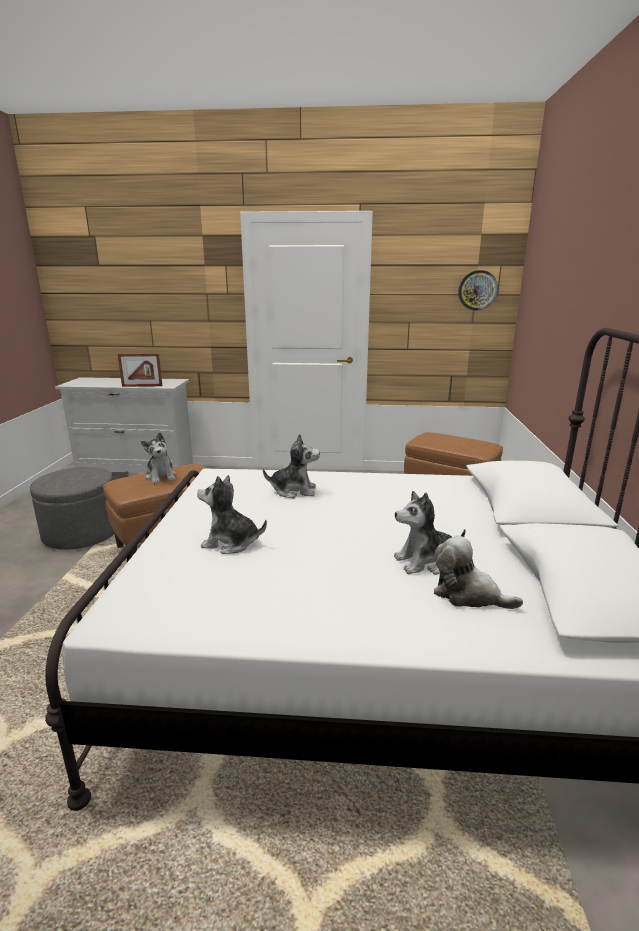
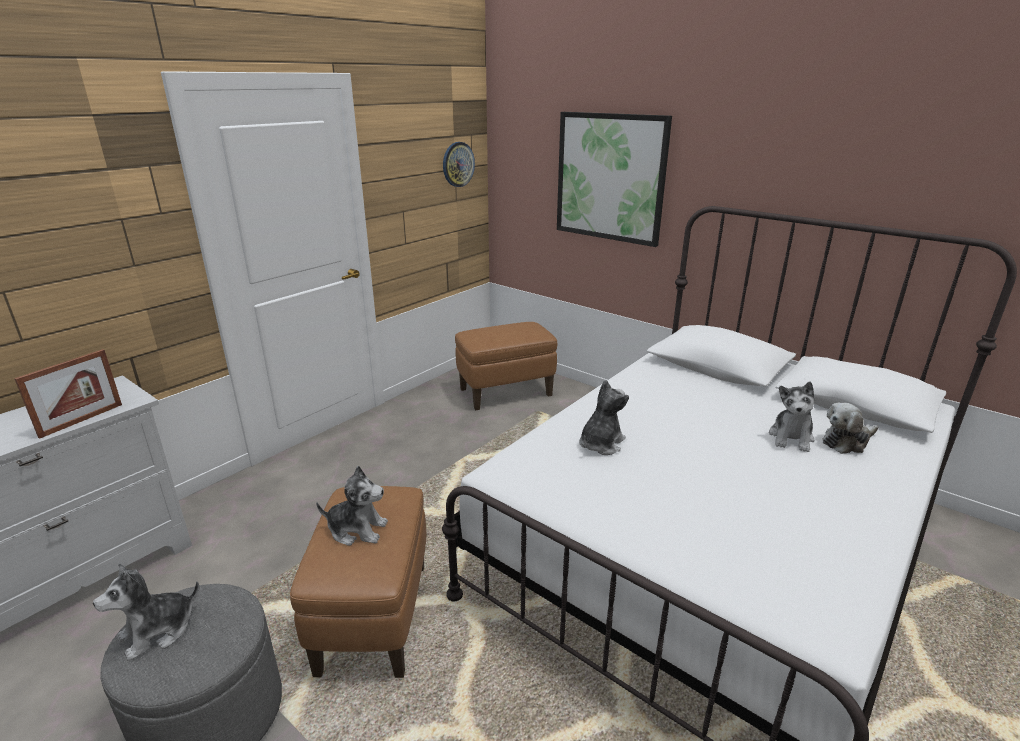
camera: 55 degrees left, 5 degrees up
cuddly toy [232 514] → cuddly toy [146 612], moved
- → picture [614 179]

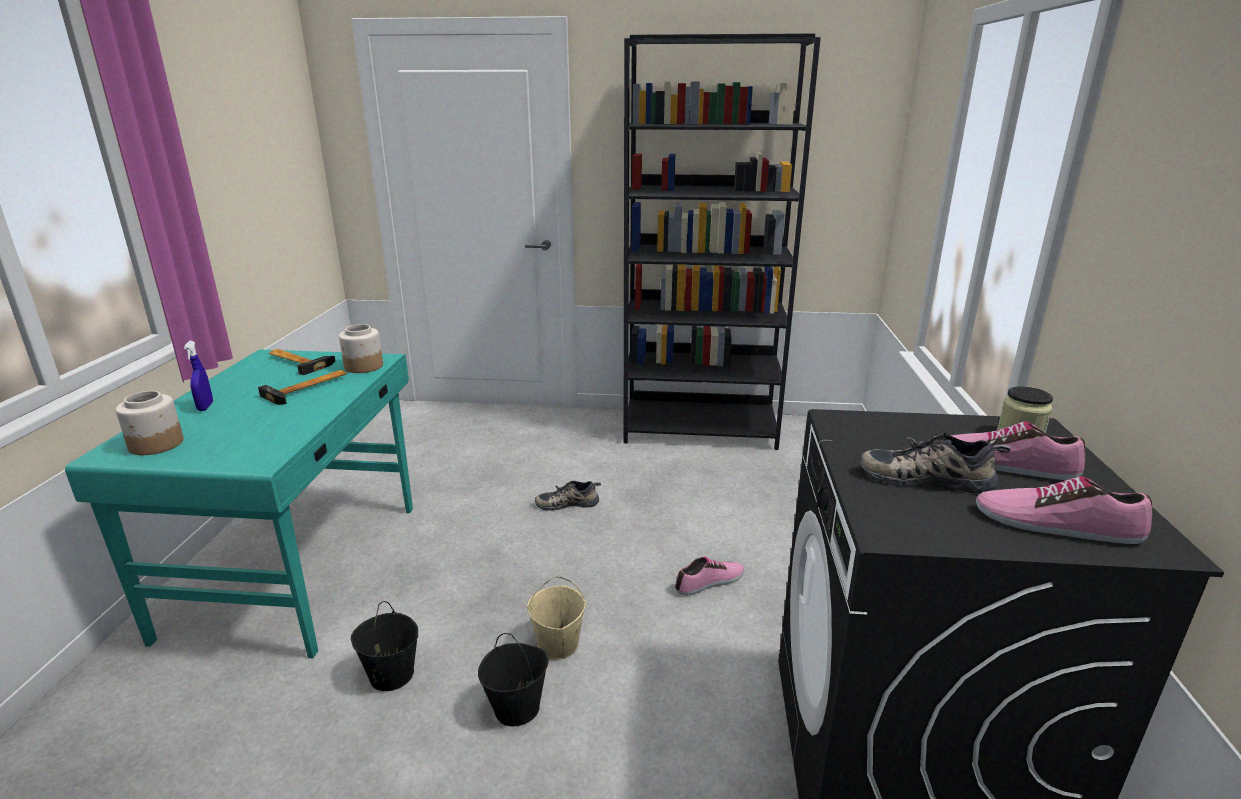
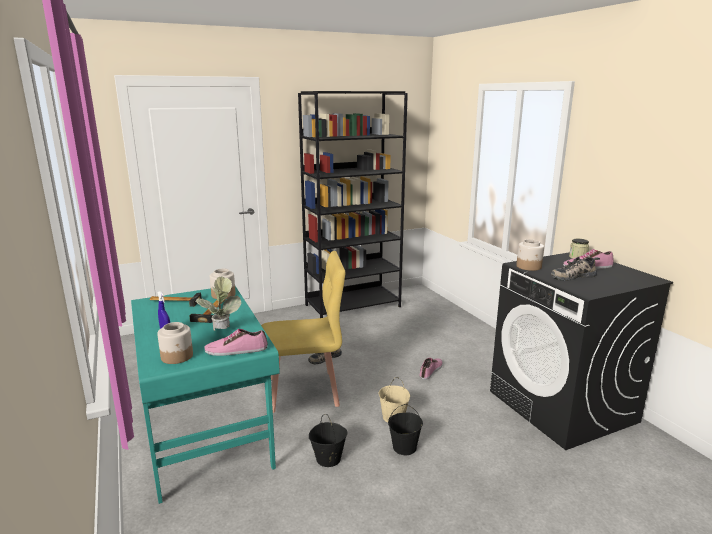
camera: 30 degrees left, 5 degrees down
- → houseplant [218 303]
low shoe [1064 510] → low shoe [236 342], moved
- → yellow-coloured upright chair [303 332]
- → preserve jar [530 255]

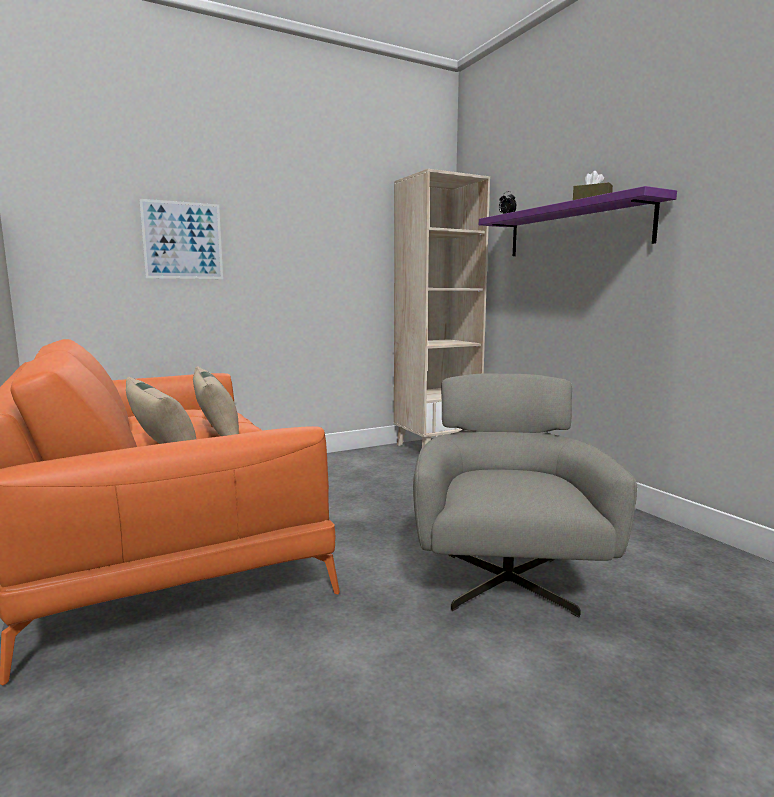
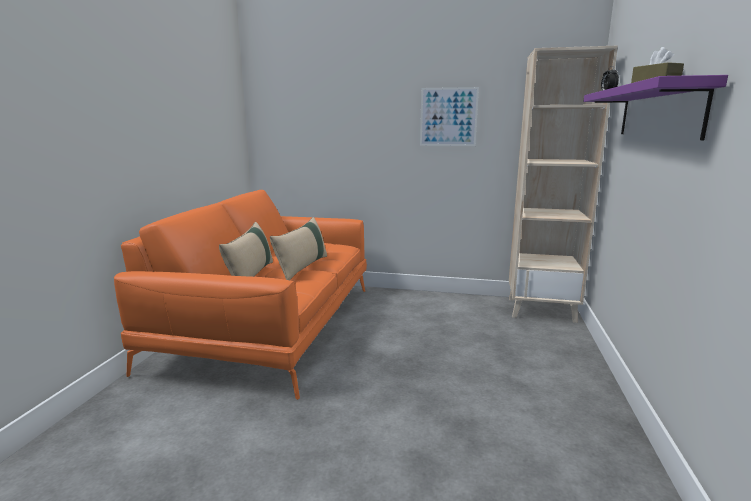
camera: 40 degrees right, 5 degrees up
picture [181 239] → picture [449 116], moved
gray lounge chair [525 495] → -

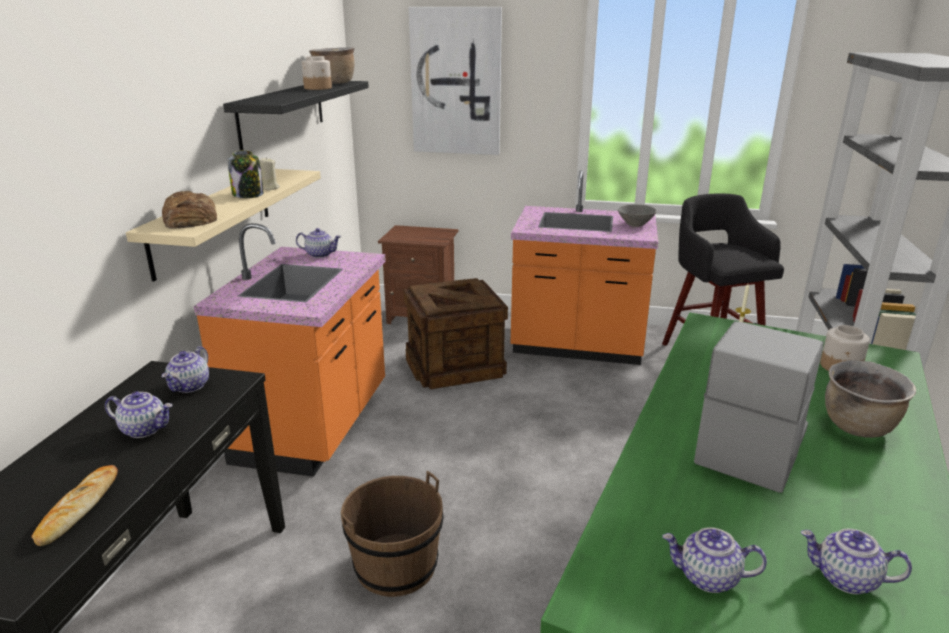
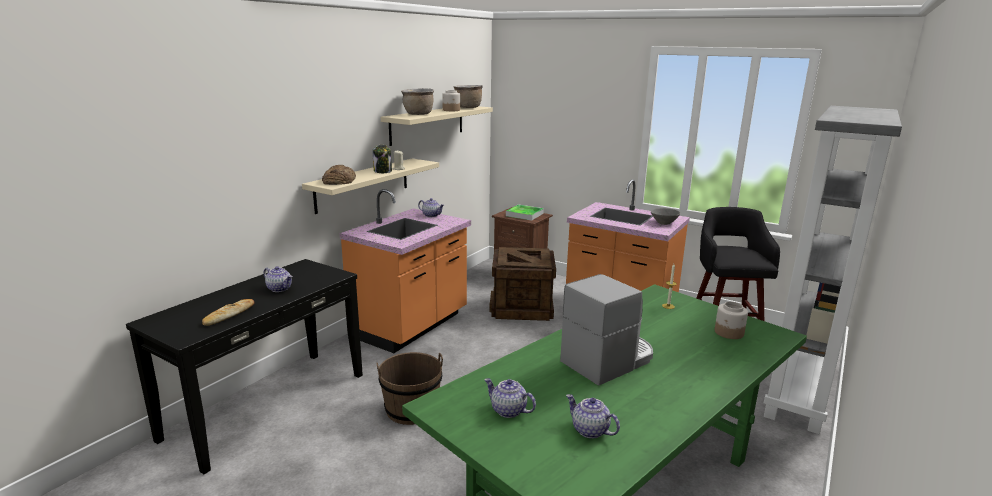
camera: 20 degrees right, 5 degrees down
black shelf [296 115] → sand-coloured shelf [437 126]
brownish saucepot [870 399] → brownish saucepot [417 101], moved
- → serving tray [525 212]
tea pot [185 369] → -
picture [455 81] → -

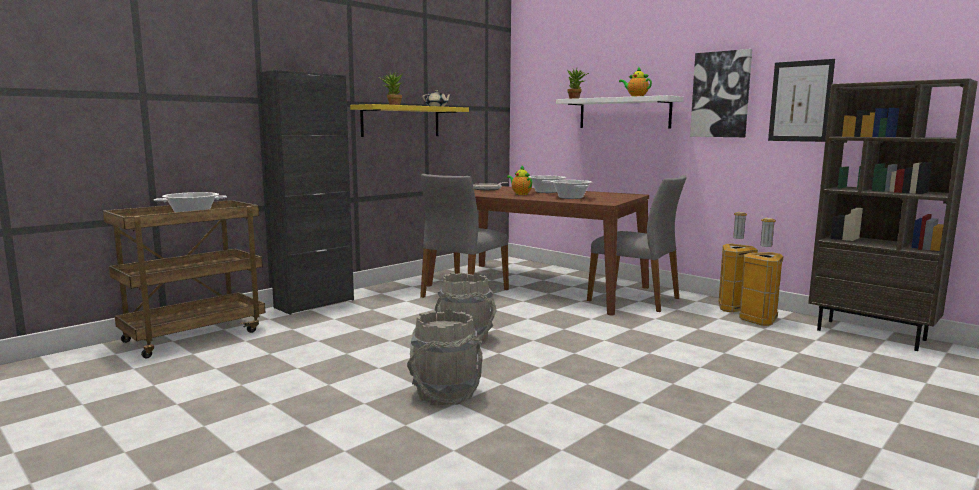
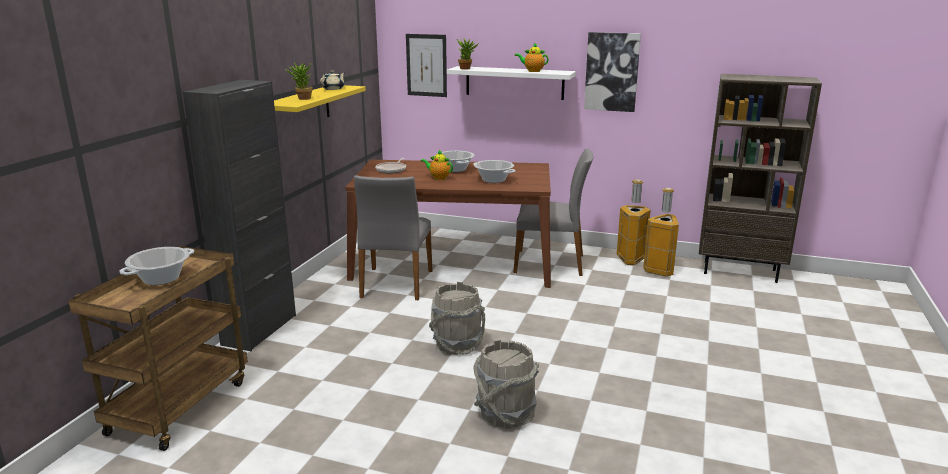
camera: 25 degrees left, 10 degrees up
picture [801 100] → picture [426 65], moved

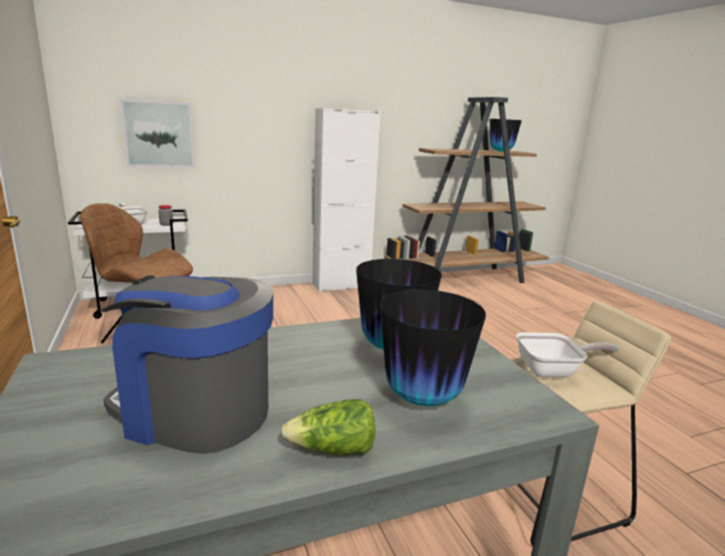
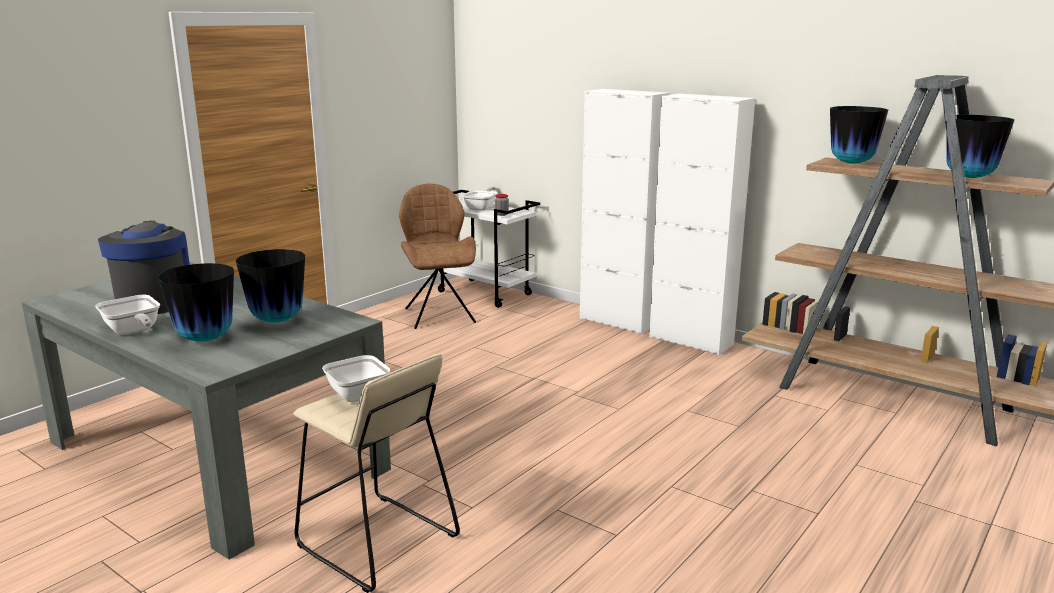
camera: 60 degrees right, 0 degrees up
lettuce head [328 427] → skillet [127 315]
- → whitish cupboard [625 211]
- → decorative vase [859 135]
picture [157 133] → -

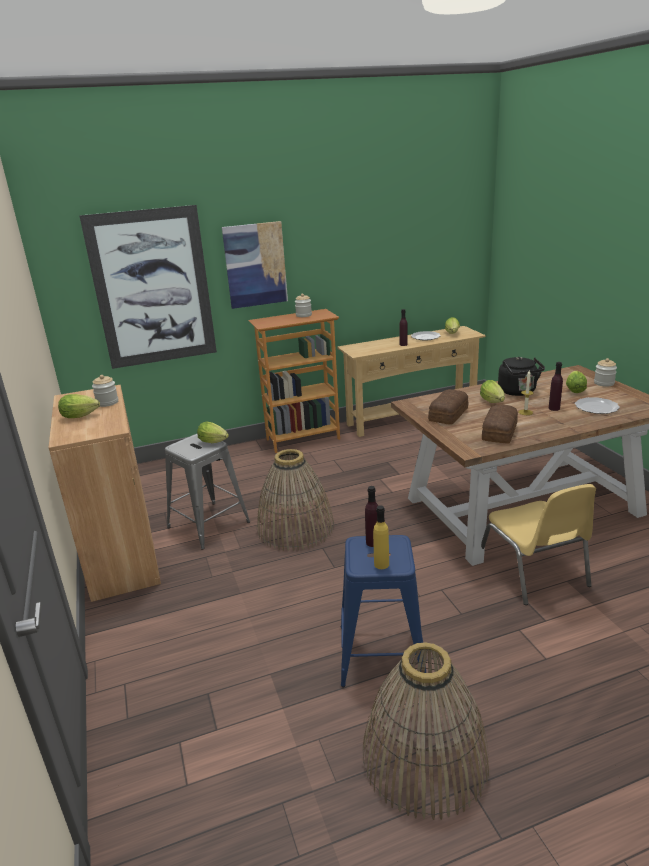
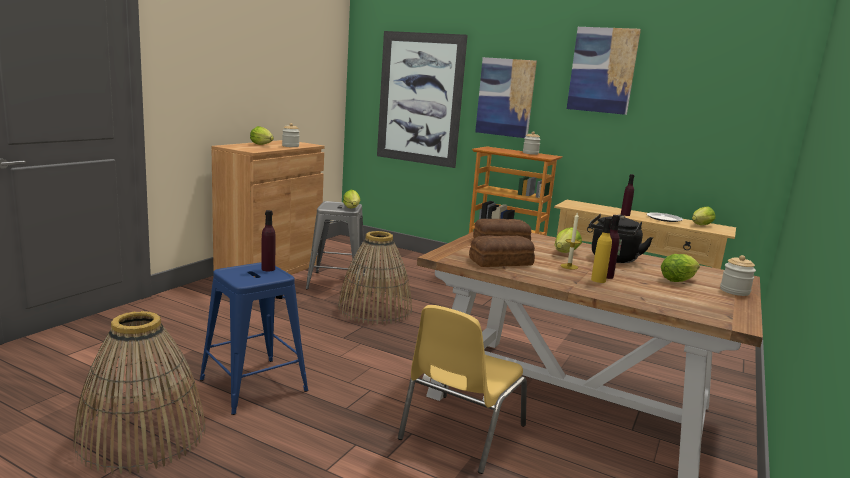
camera: 45 degrees right, 10 degrees down
- → picture [604 71]
yellow-coloured drink bottle [381 537] → yellow-coloured drink bottle [601 250], moved
flat dish [597 405] → -

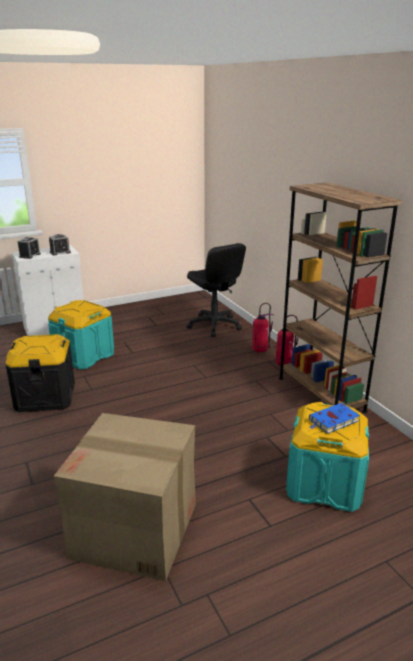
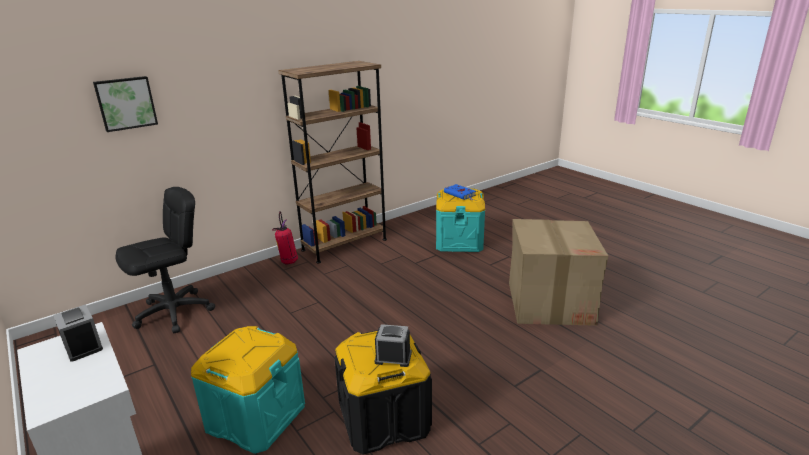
camera: 100 degrees left, 0 degrees up
- → picture [125 104]
alarm clock [29 248] → alarm clock [393 345], moved
extinguisher [263 328] → -

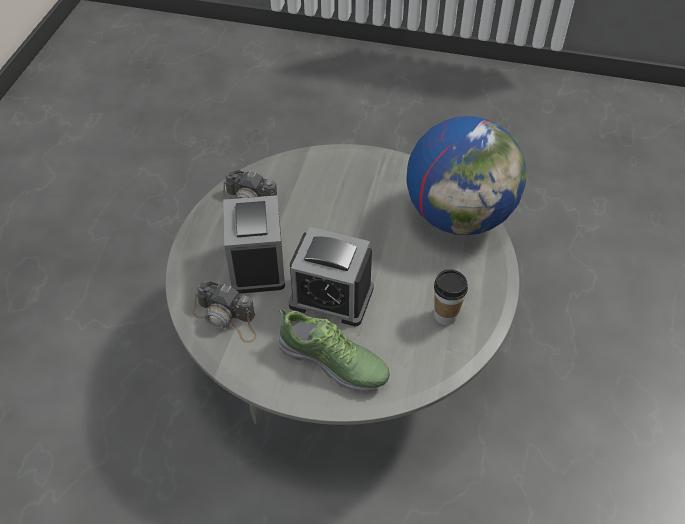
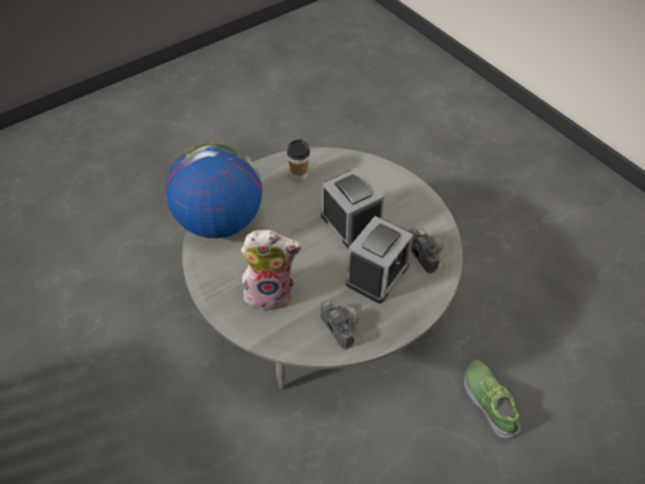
camera: 140 degrees left, 0 degrees up
- → cuddly toy [271 271]
low shoe [334 349] → low shoe [492 399], moved

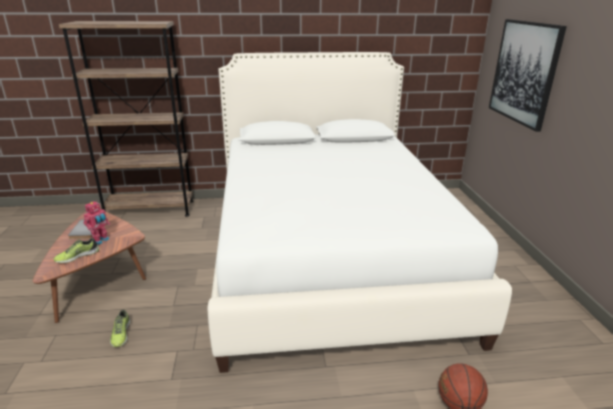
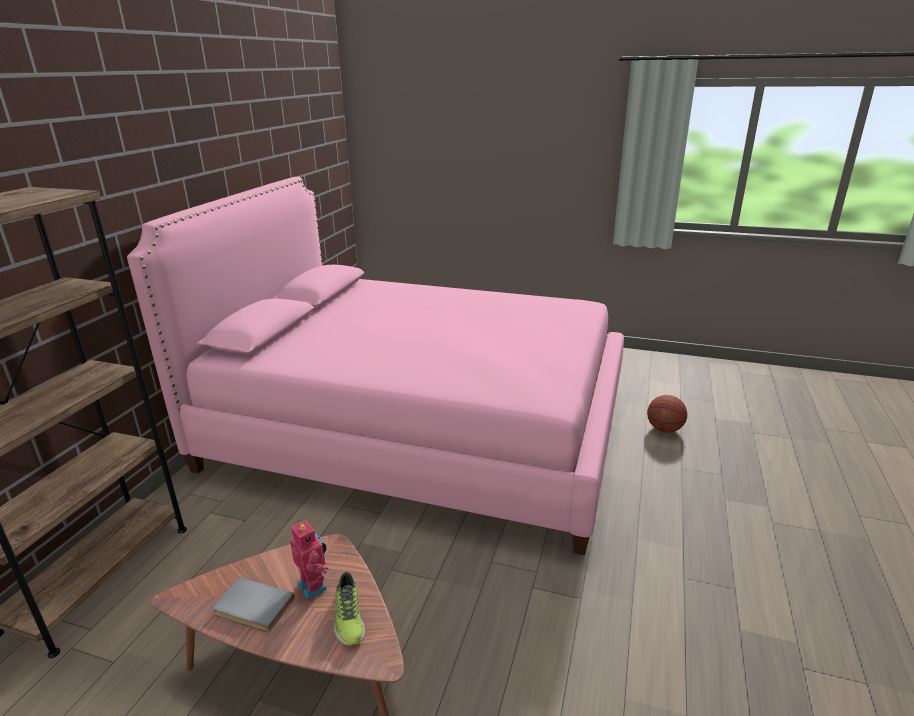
camera: 65 degrees left, 0 degrees up
whitish bedroom bed [360 212] → pink bedroom bed [375 366]
low shoe [120 328] → -
picture [528 75] → -

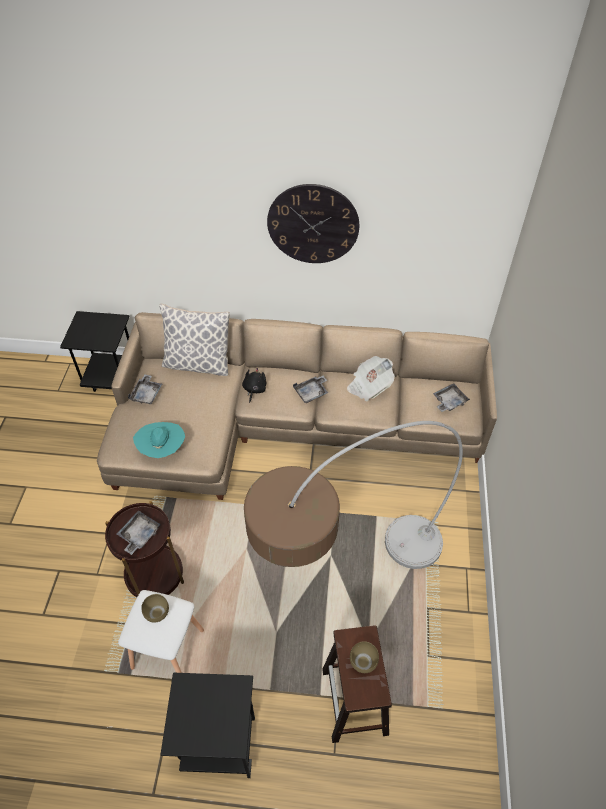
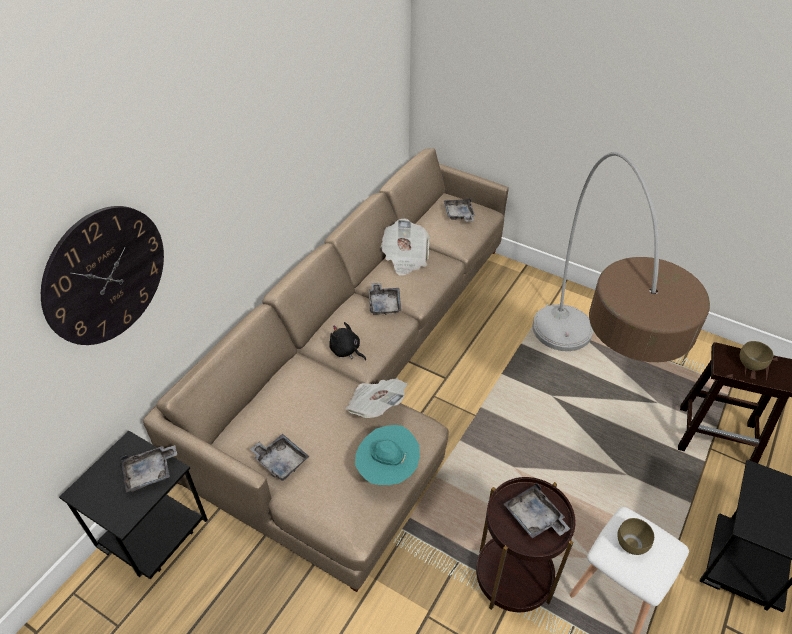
camera: 65 degrees left, 5 degrees down
hanging clock [313 223] → hanging clock [102 275], moved
- → gray serving tray [148 468]
- → newspaper [376 398]
throw pillow [194 339] → -

